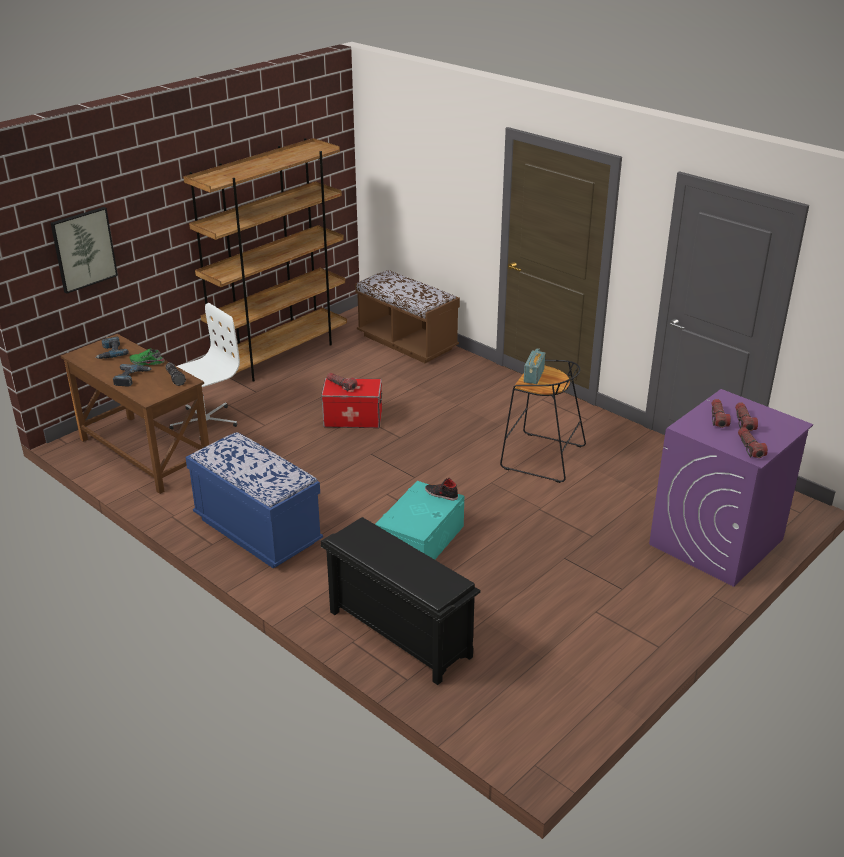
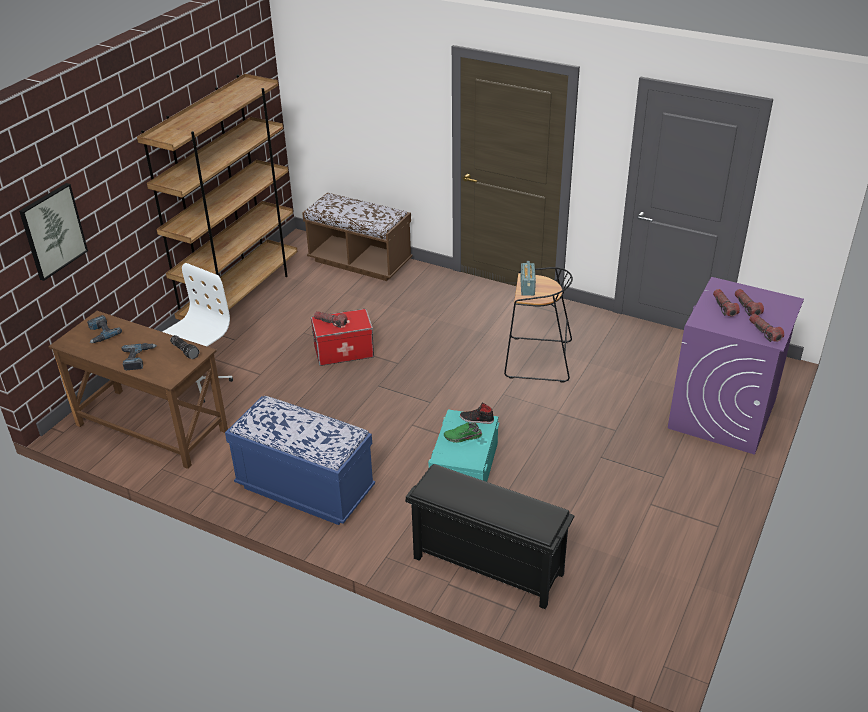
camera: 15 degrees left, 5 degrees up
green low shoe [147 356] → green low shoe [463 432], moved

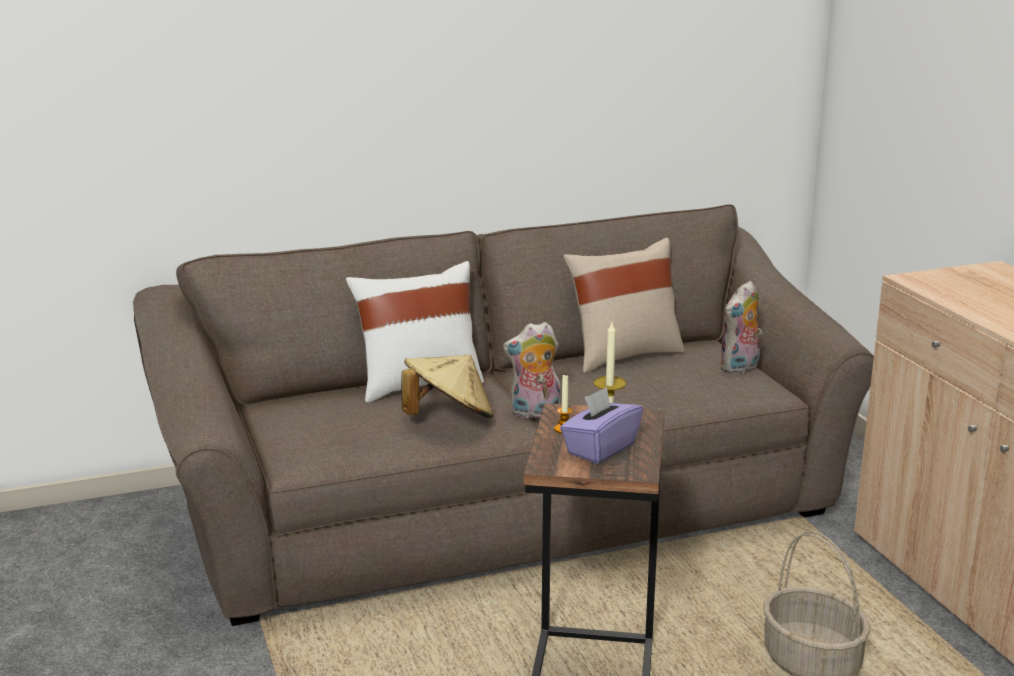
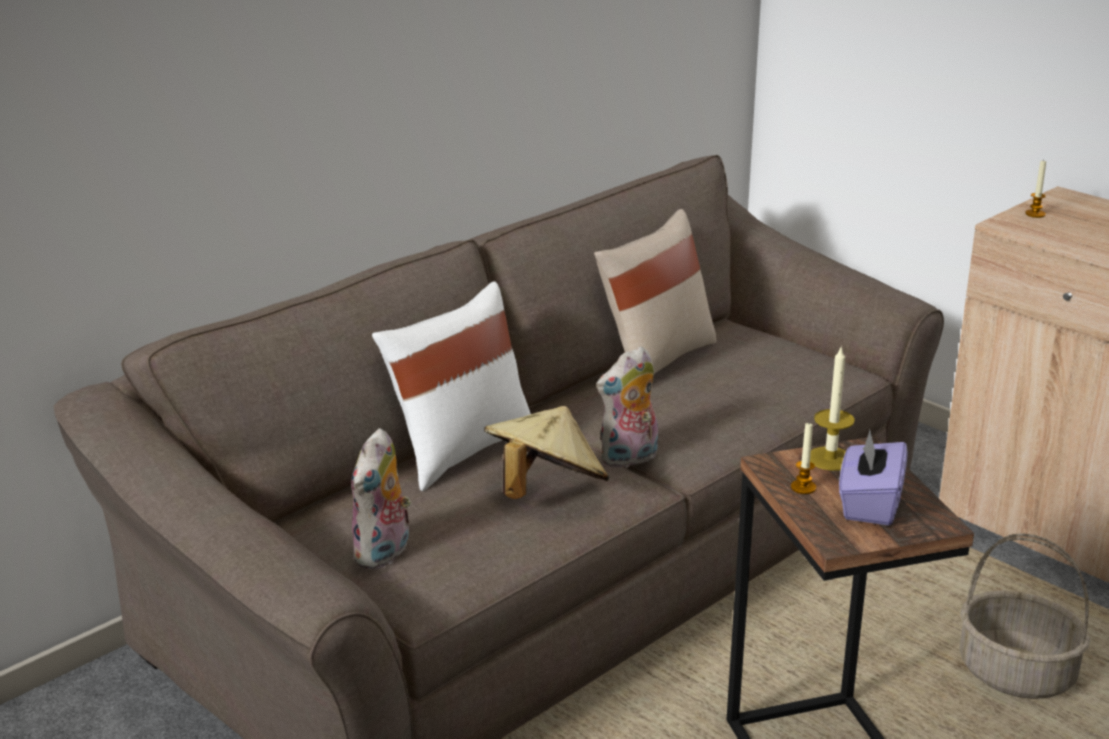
camera: 25 degrees left, 5 degrees up
cuddly toy [741 327] → cuddly toy [381 499], moved
- → candle [1035 188]

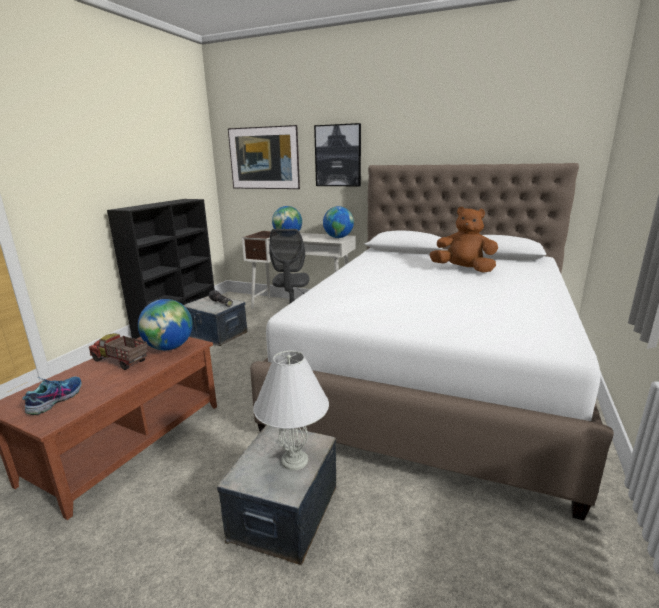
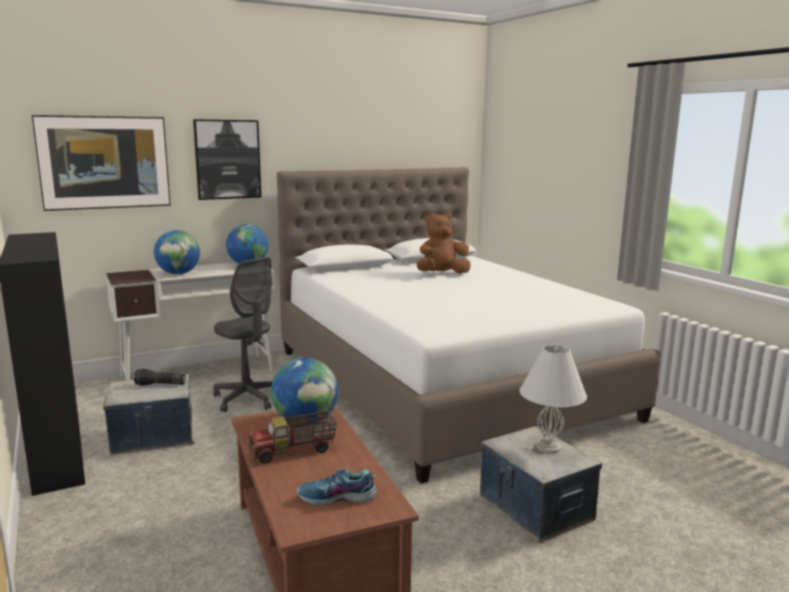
camera: 50 degrees left, 5 degrees down
low shoe [52 395] → low shoe [337 487], 60 degrees counterclockwise

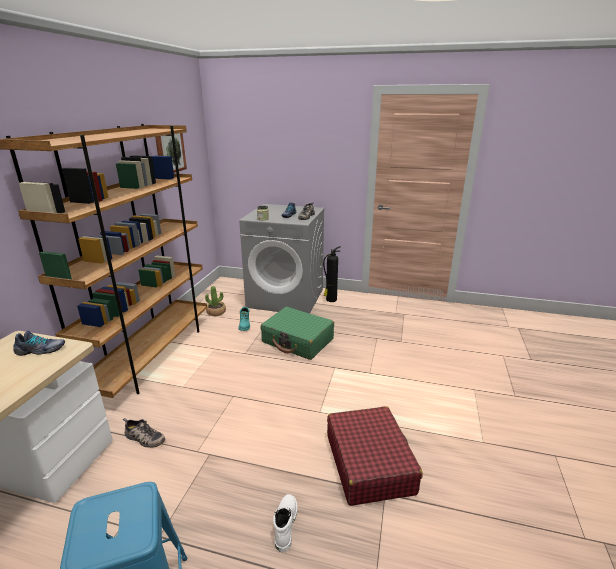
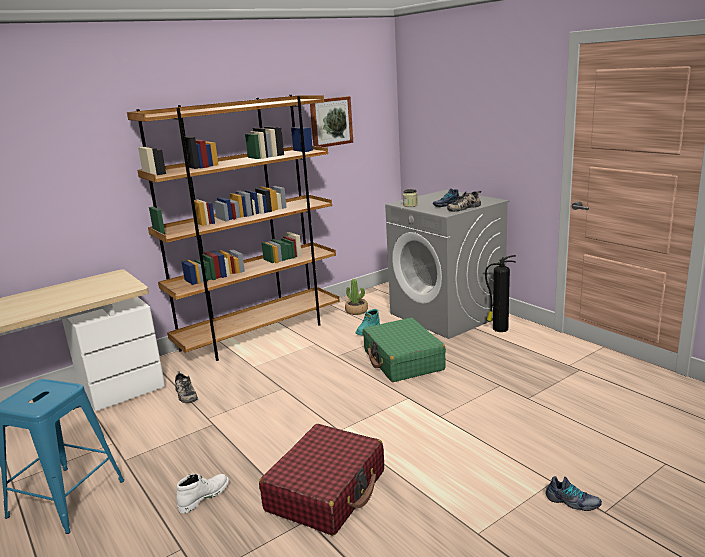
camera: 40 degrees right, 5 degrees down
low shoe [39 343] → low shoe [574 493], moved

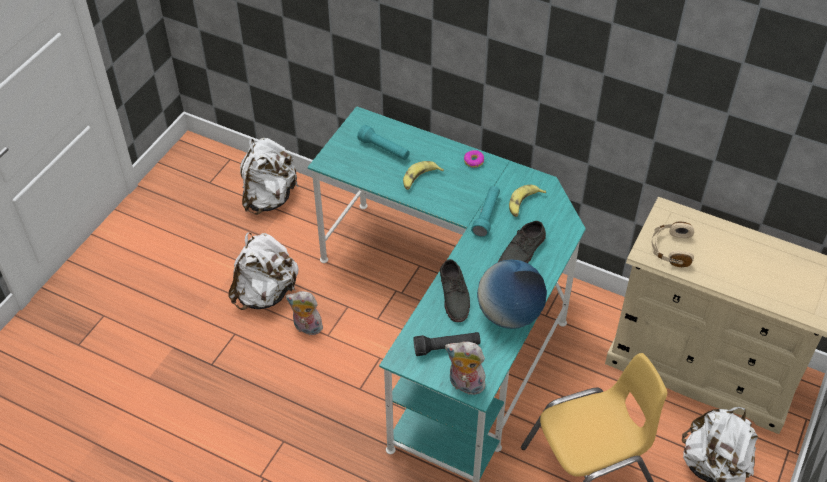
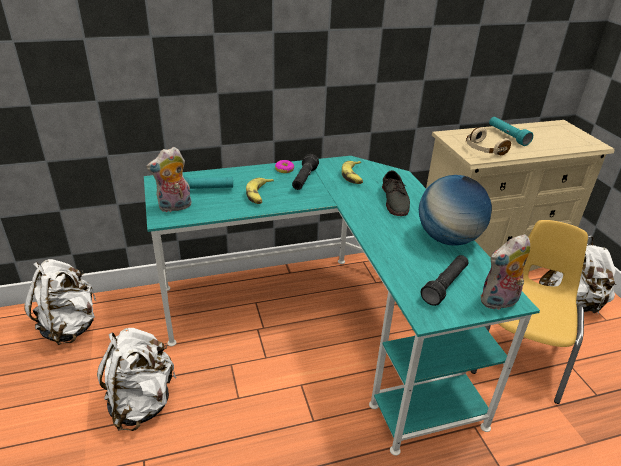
camera: 45 degrees left, 15 degrees down
cuddly toy [304 313] → cuddly toy [169 179], moved
- → black hand torch [305 172]
blue-green hand torch [485 211] → blue-green hand torch [511 131], moved
gray low shoe [455 290] → -

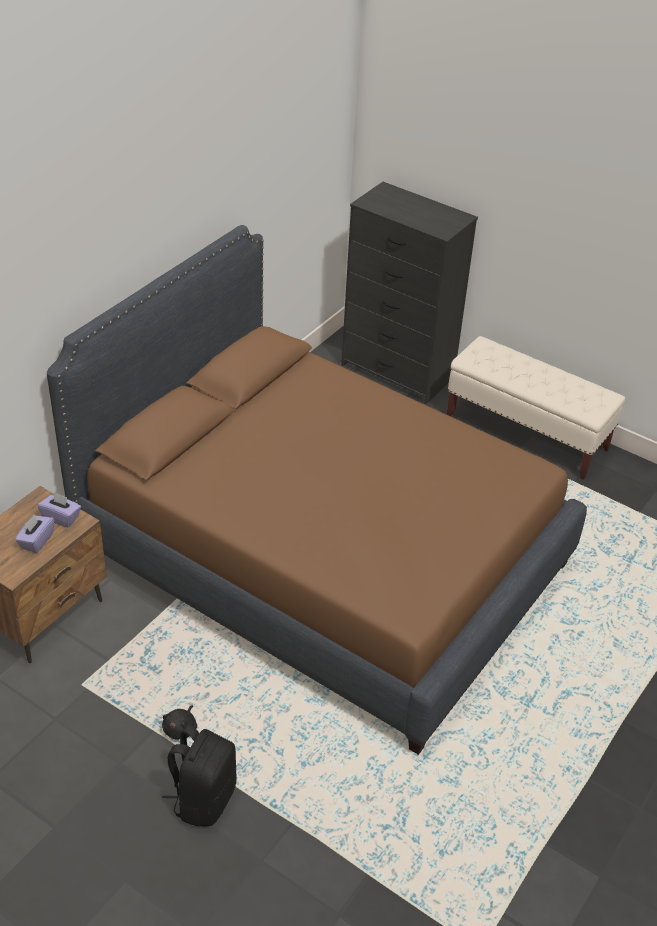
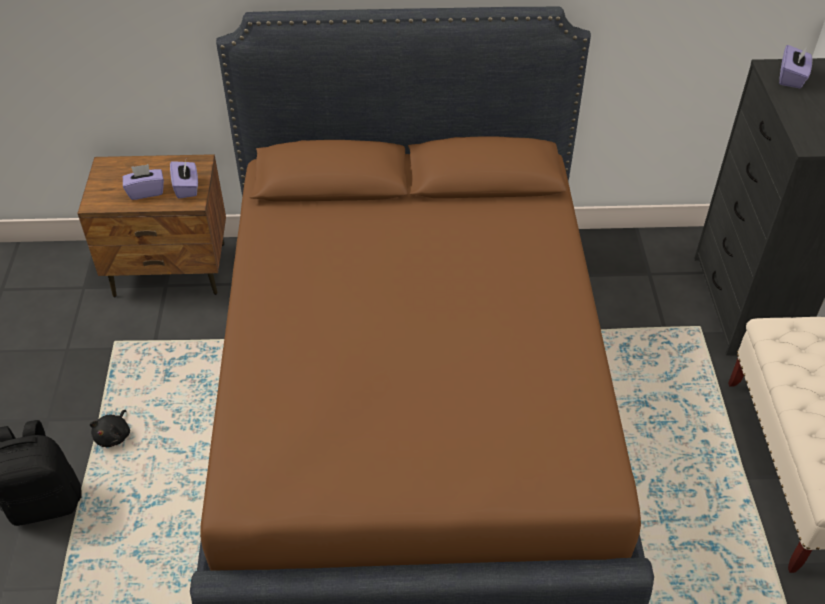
camera: 55 degrees right, 5 degrees up
black cuddly toy [179 722] → black cuddly toy [110 428], 60 degrees counterclockwise
- → purple tissue box [795 66]

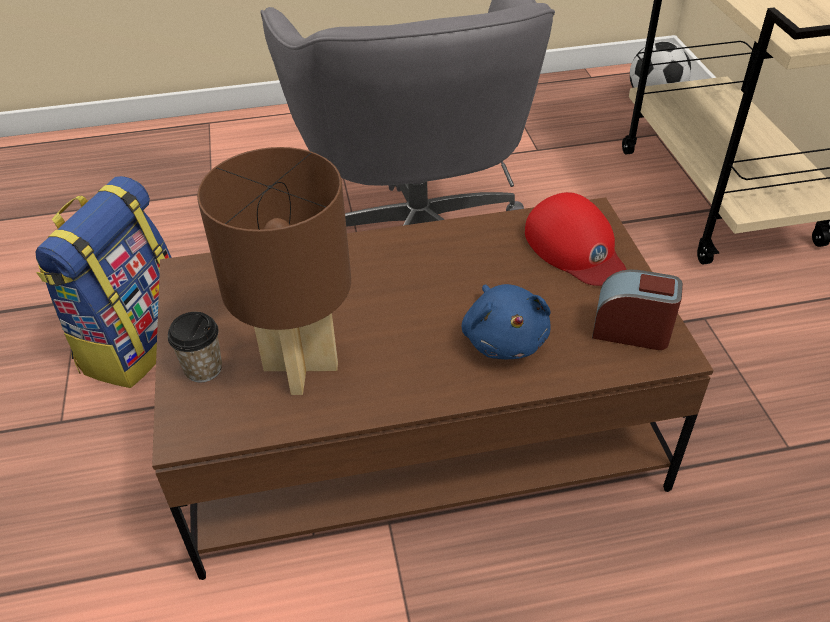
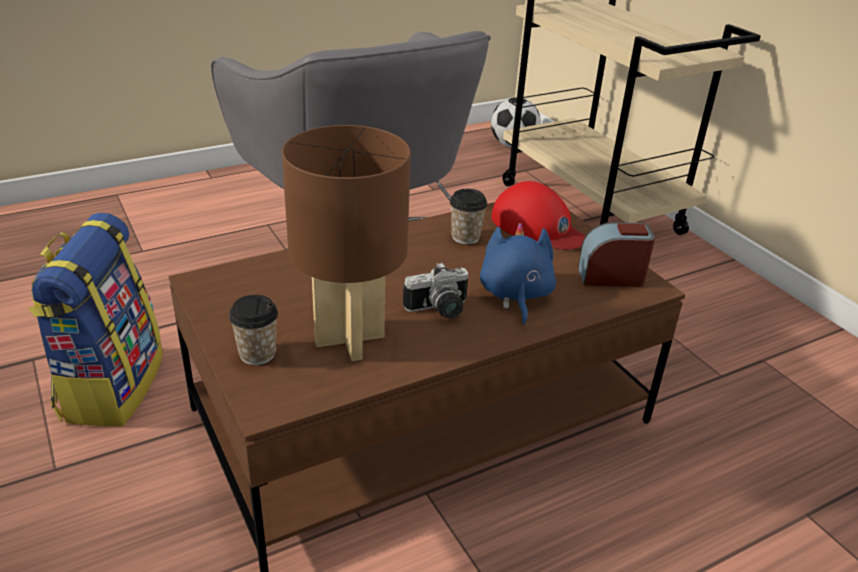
camera: 20 degrees left, 10 degrees down
- → still camera [436 290]
- → small cup [468 216]
blue cuddly toy [506 321] → blue cuddly toy [518 274], 150 degrees counterclockwise

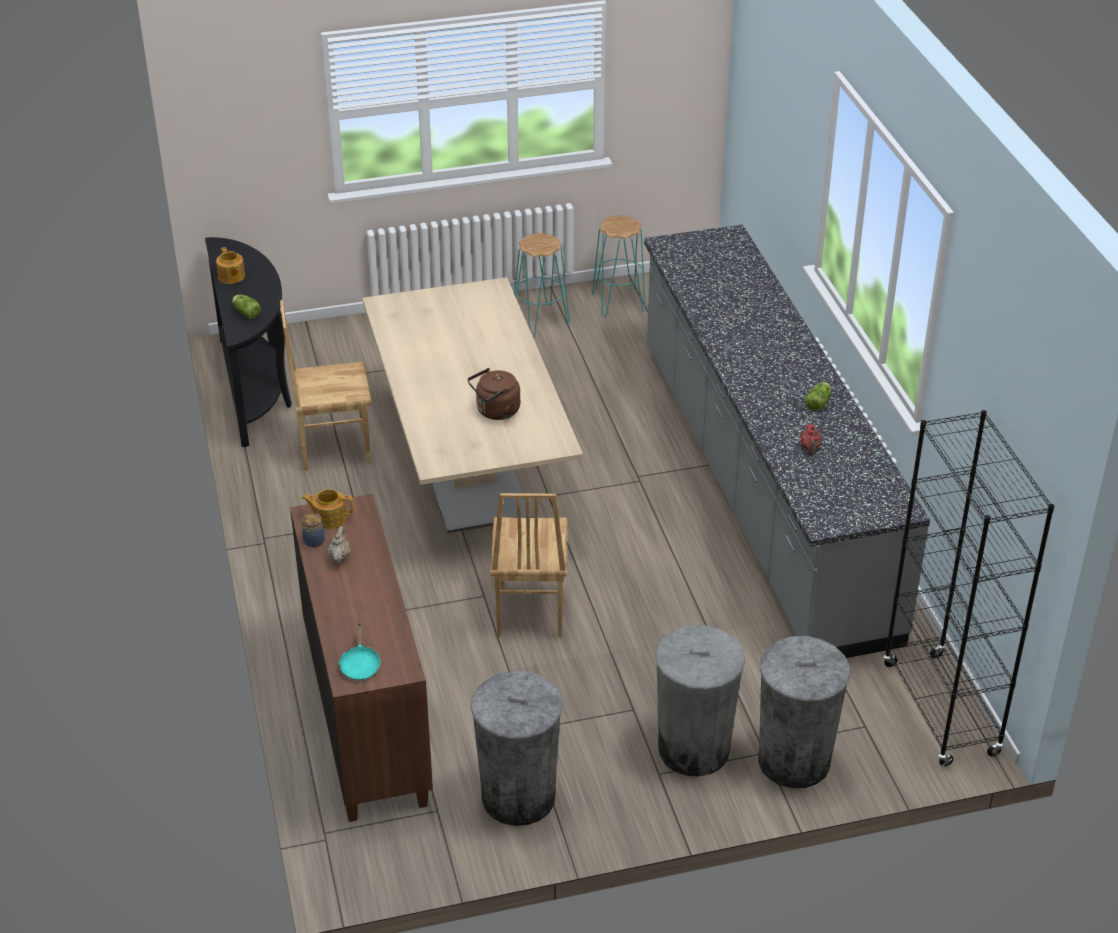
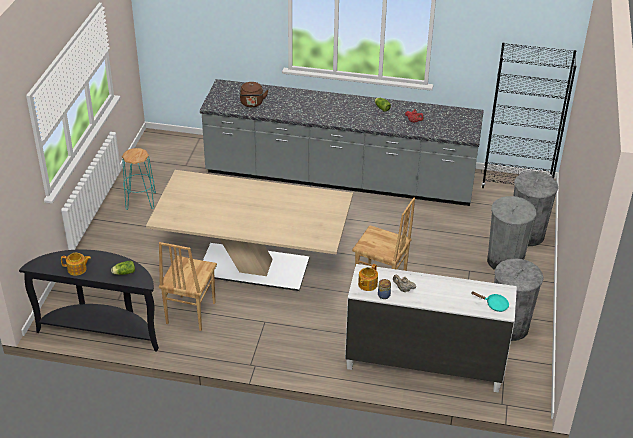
camera: 65 degrees left, 0 degrees up
brownish kettle [494 394] → brownish kettle [254 94], moved
brownish drawer chest [361 658] → whitish drawer chest [431 328]
blue-green sitting stool [619 266] → -

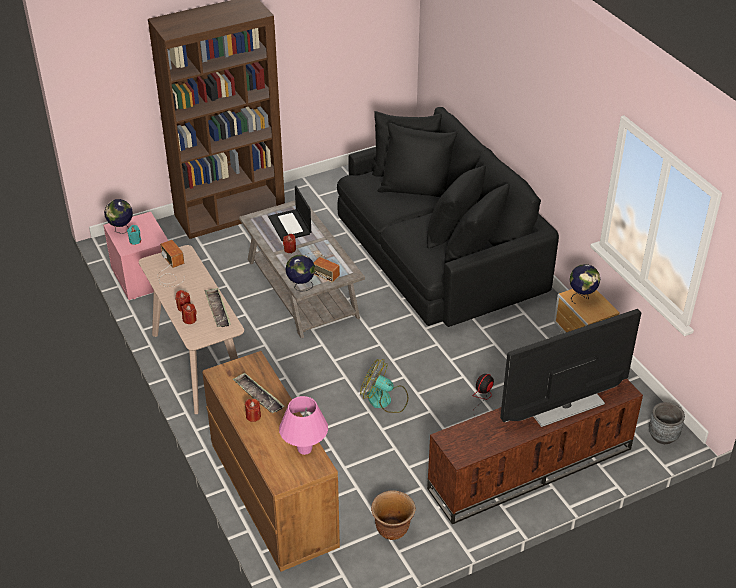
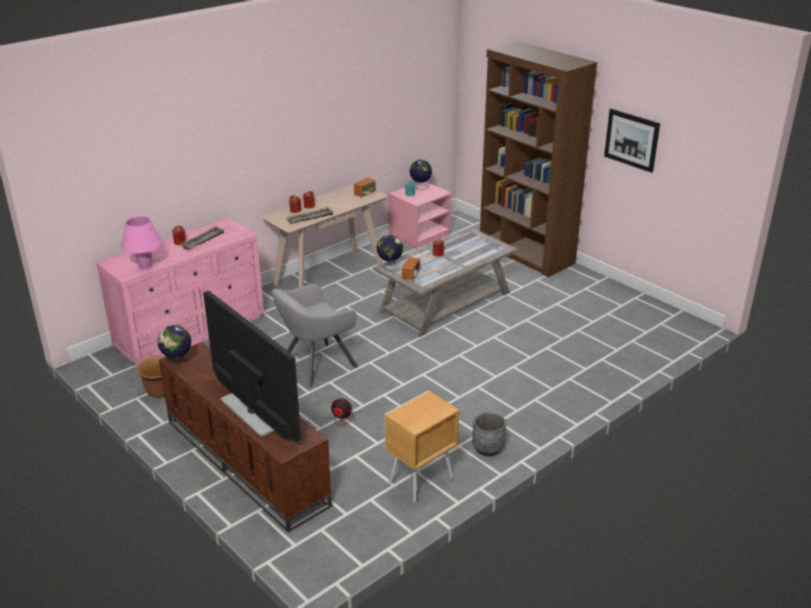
camera: 75 degrees right, 10 degrees down
brownish drawer chest [271 461] → pink drawer chest [180 292]
world globe [584 284] → world globe [174 345], moved
electric fan [384 386] → gray lounge chair [314 336]
gray plant pot [667 423] → gray plant pot [489 434], moved
- → picture [632 141]
portable computer [289 213] → -
black settee [448 217] → -

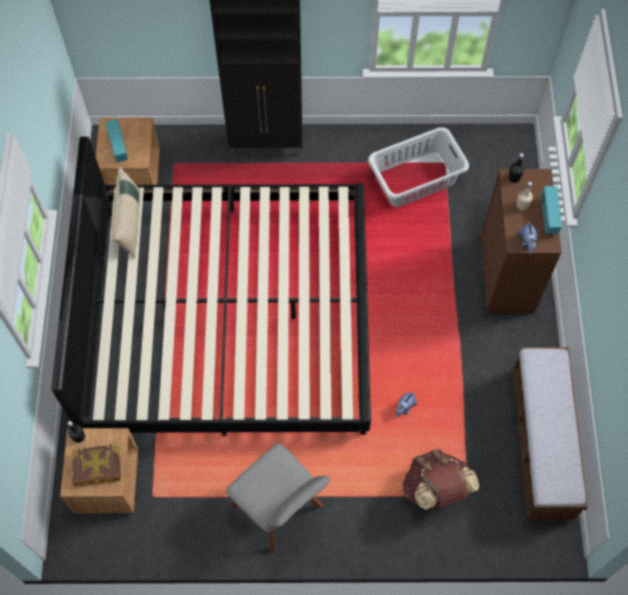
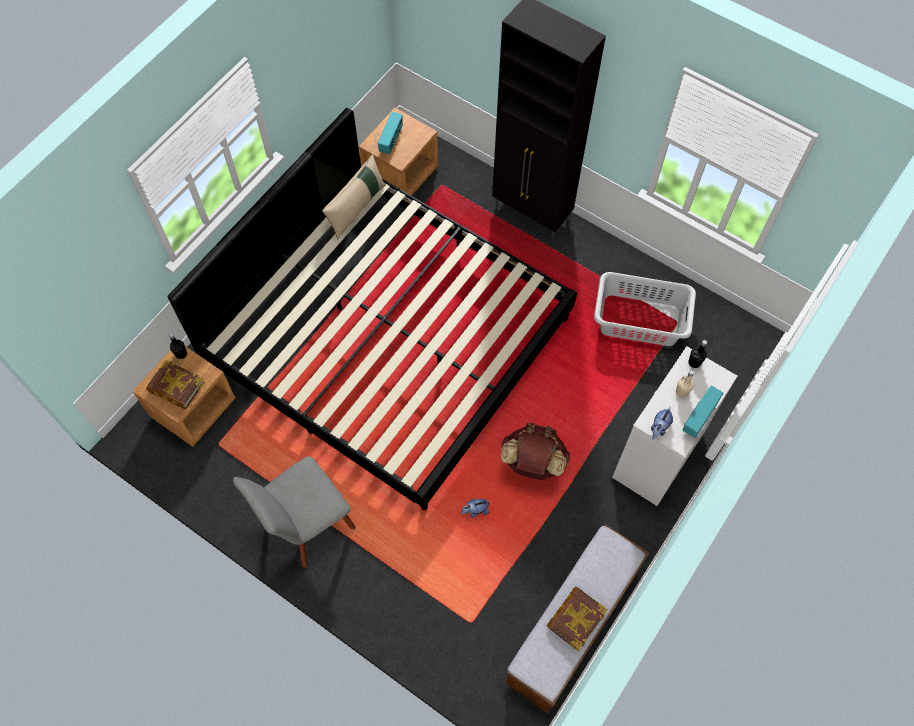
camera: 35 degrees right, 0 degrees up
gray upright chair [278 498] → gray upright chair [294 512], 60 degrees clockwise
brownish rucksack [440 479] → brownish rucksack [535 451], moved
- → bound book [577 619]
brownish drawer chest [521 241] → whitish drawer chest [674 426]

